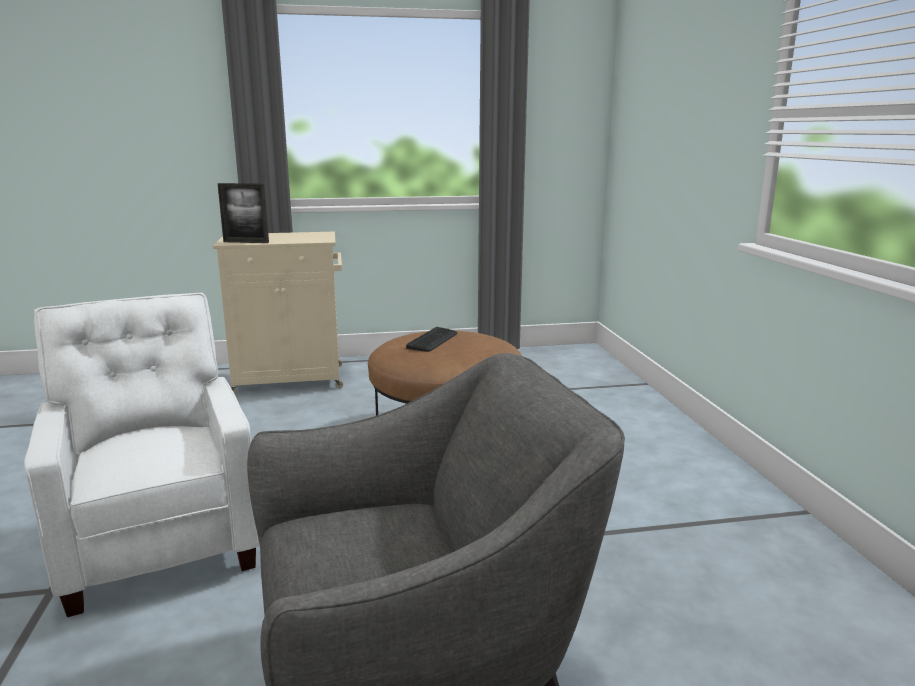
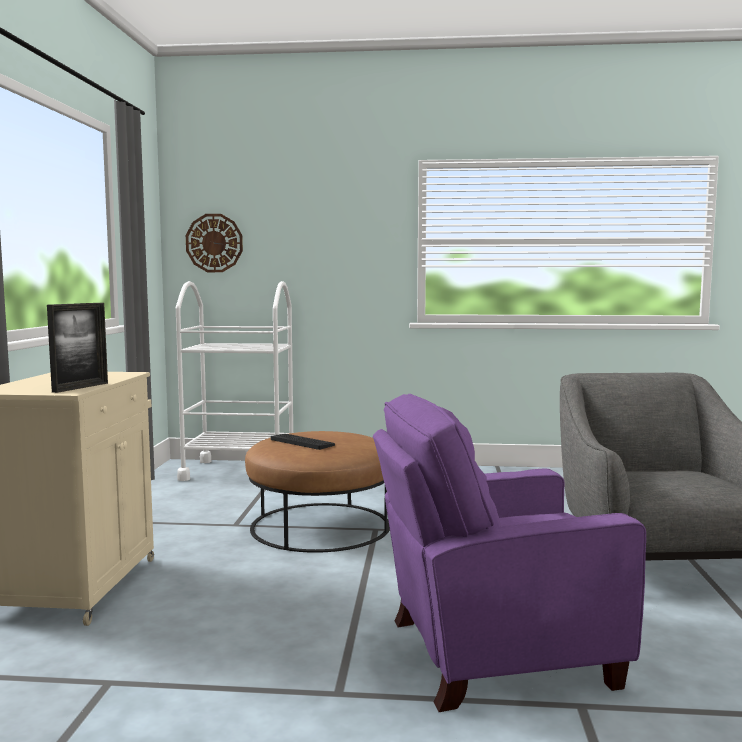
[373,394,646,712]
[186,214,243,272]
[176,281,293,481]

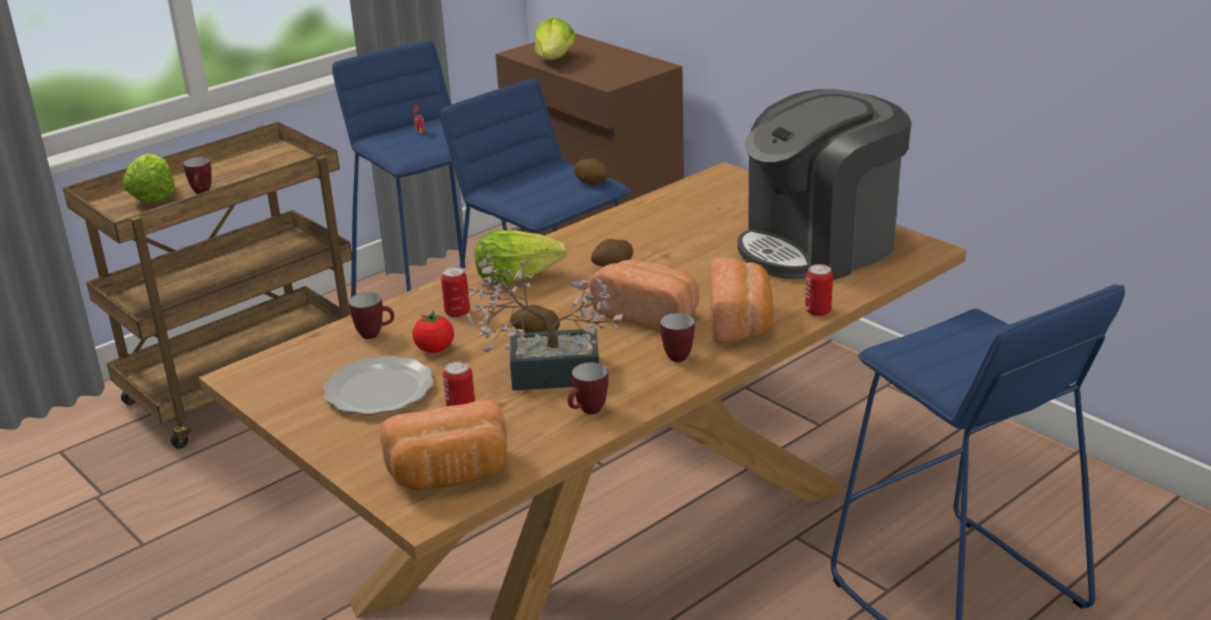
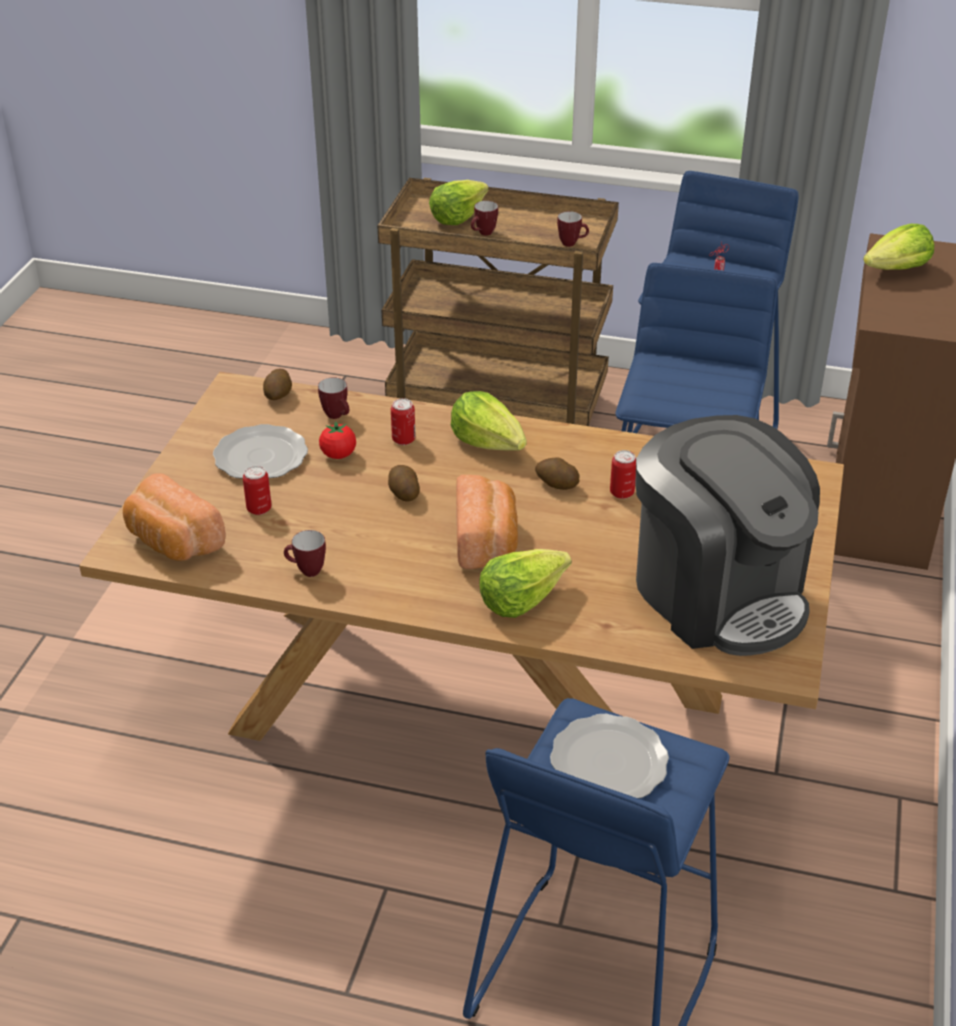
[635,415,820,656]
[263,369,292,400]
[467,253,623,391] (first image)
[479,549,572,618]
[610,450,636,499]
[557,211,589,247]
[550,714,669,798]

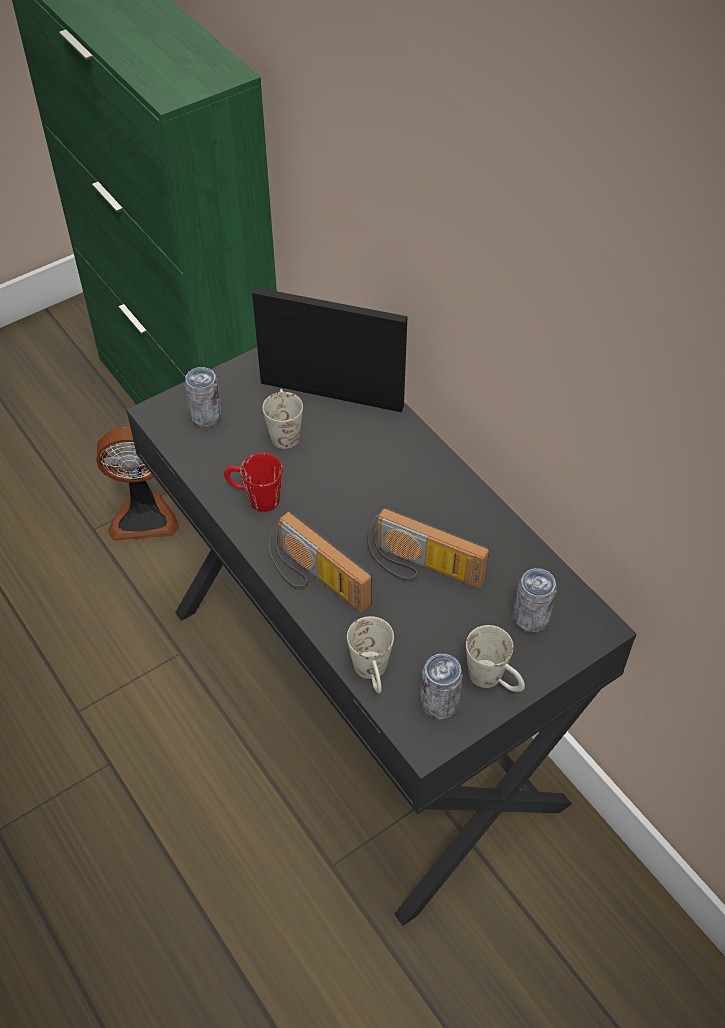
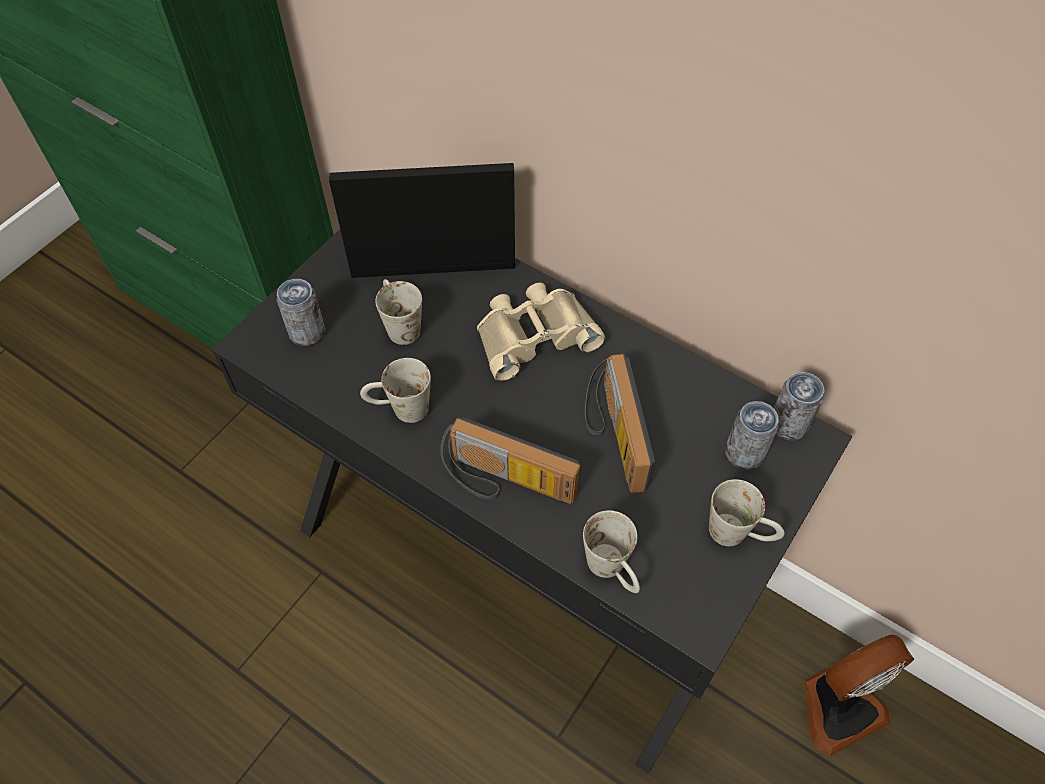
[804,635,914,756]
[360,358,431,423]
[585,354,655,493]
[774,372,825,440]
[477,283,605,381]

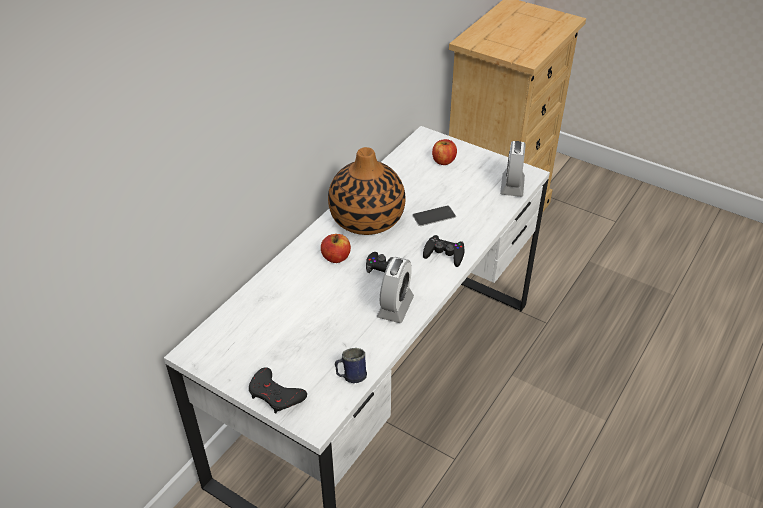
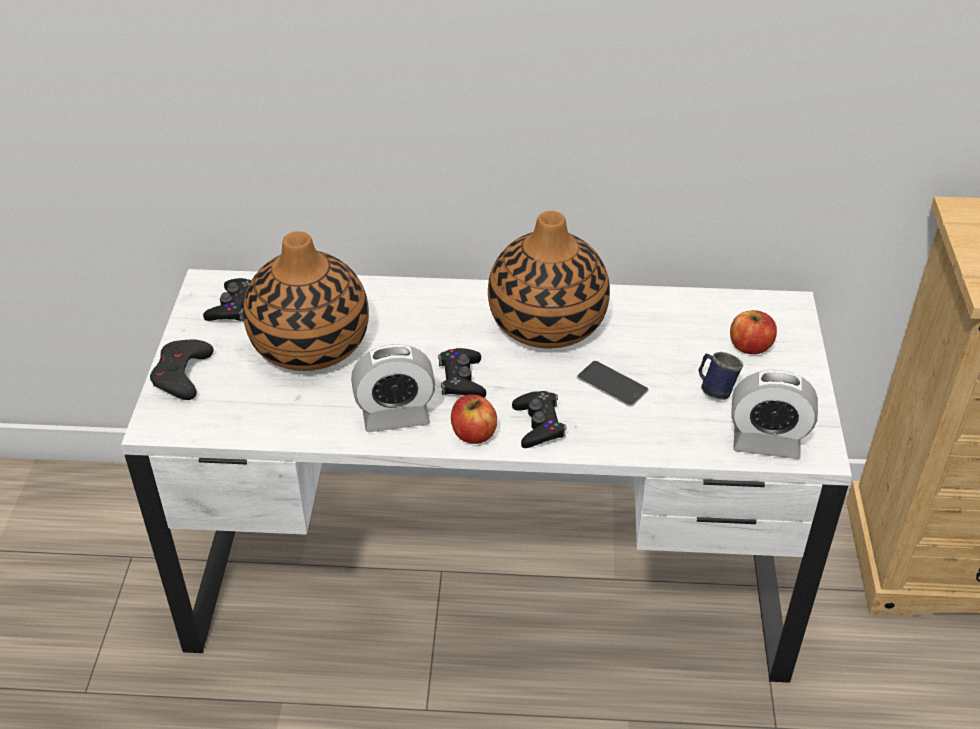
[731,370,818,459]
[451,395,497,444]
[698,352,743,400]
[243,231,369,371]
[203,278,251,321]

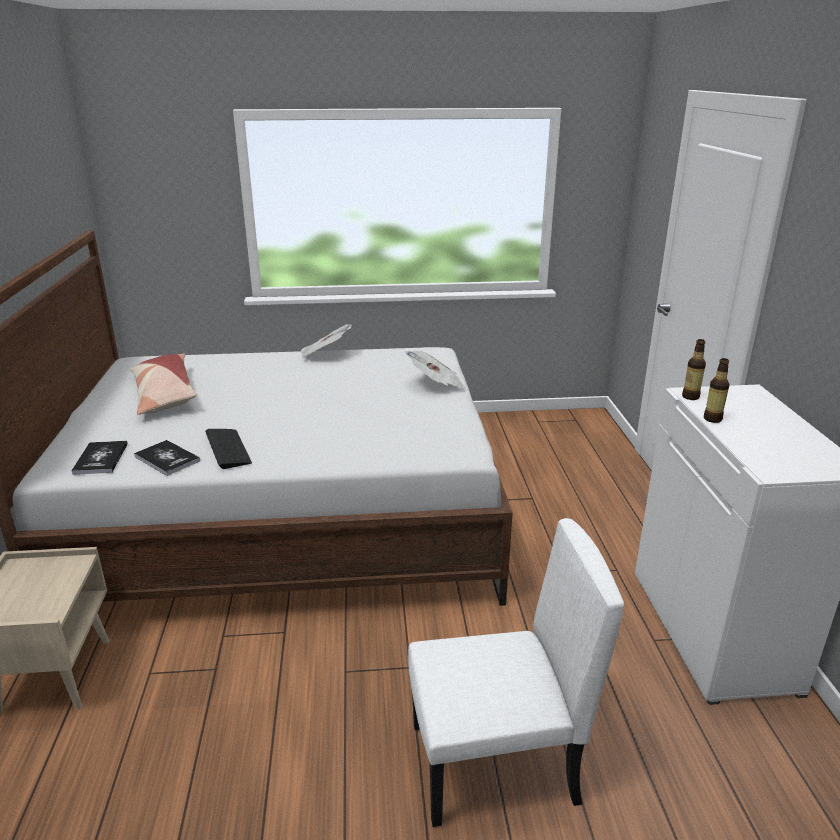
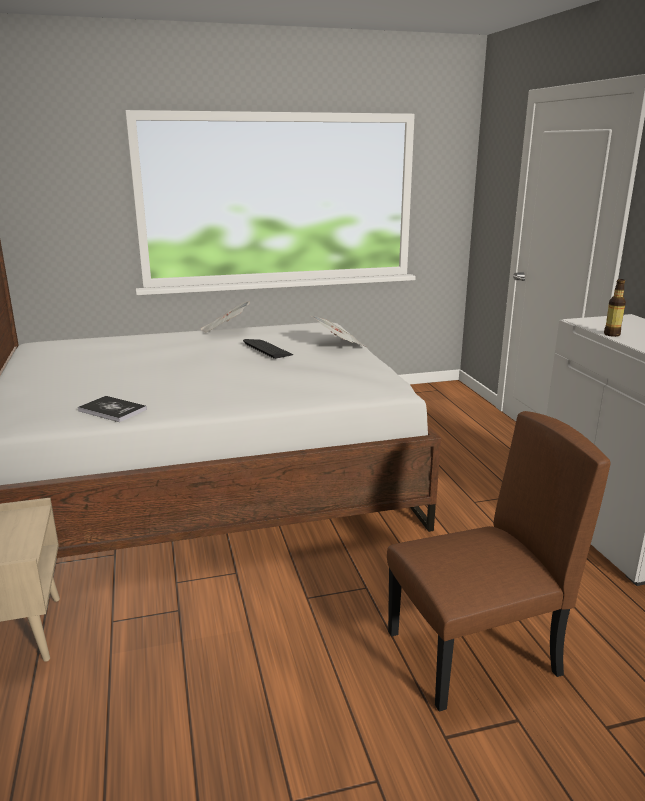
[682,339,706,400] (first image)
[130,354,197,415] (first image)
[243,339,294,359]
[71,441,128,475] (first image)
[387,411,611,712]

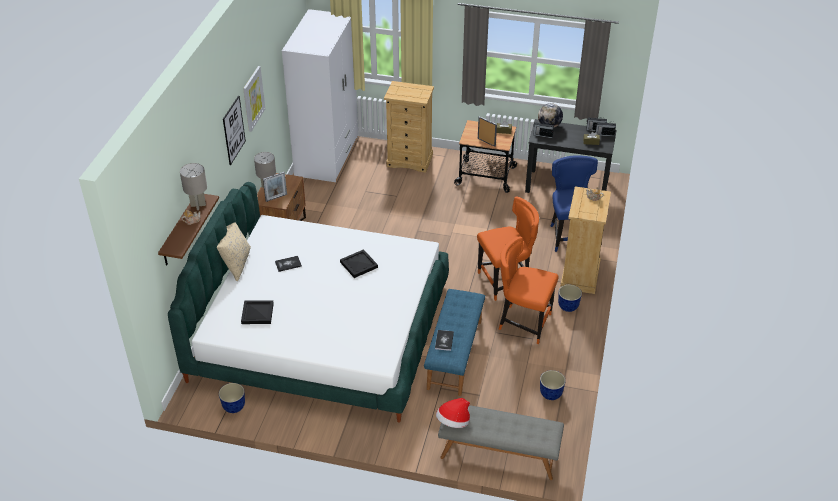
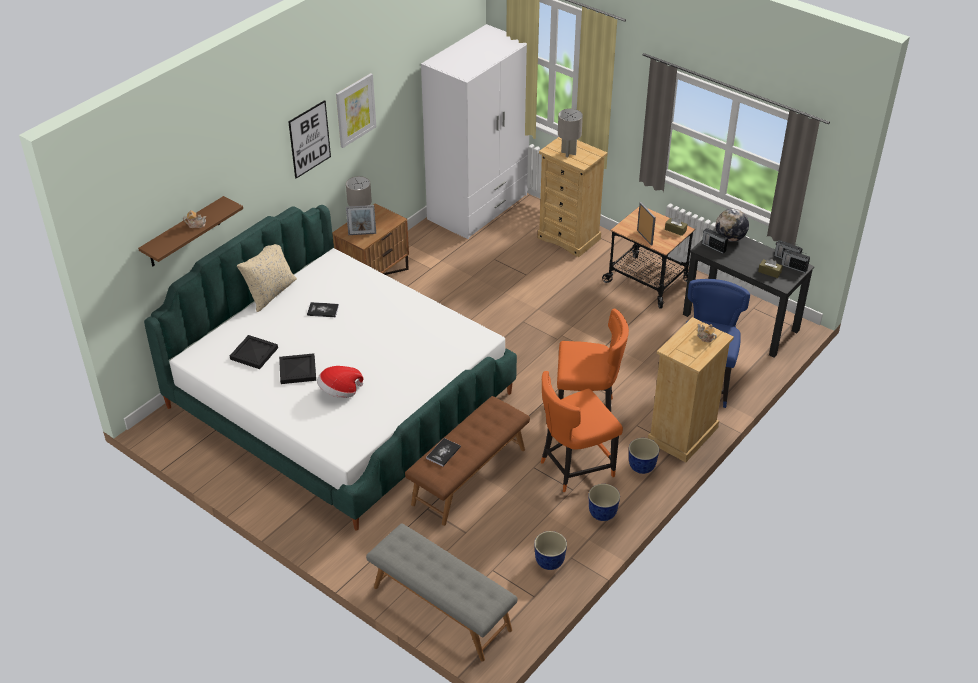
[558,109,583,157]
[541,371,623,492]
[279,353,316,384]
[405,396,530,526]
[589,484,620,521]
[317,366,363,398]

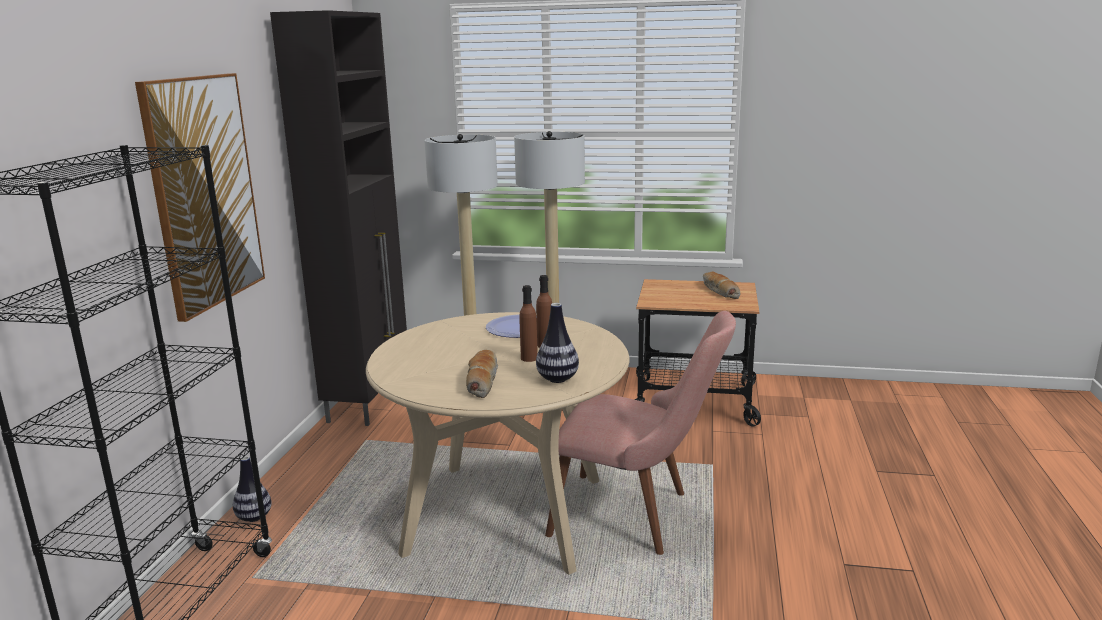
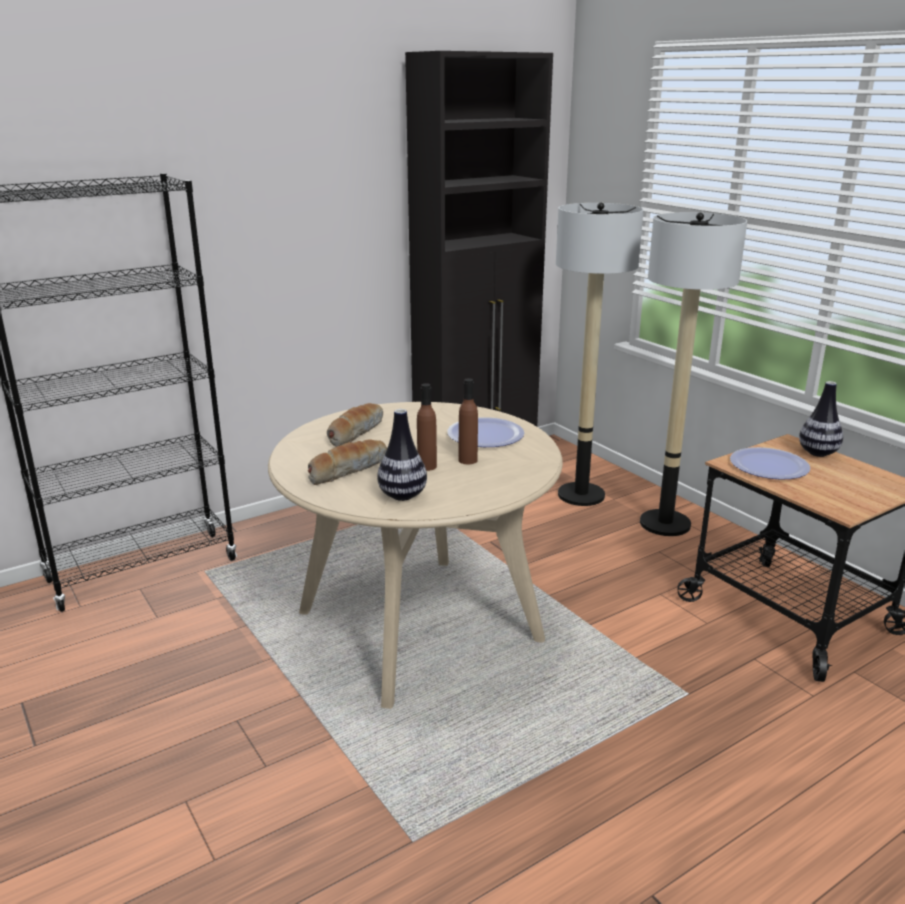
[135,73,265,322] (first image)
[327,403,383,447]
[545,311,736,555] (first image)
[799,381,843,457]
[730,447,810,479]

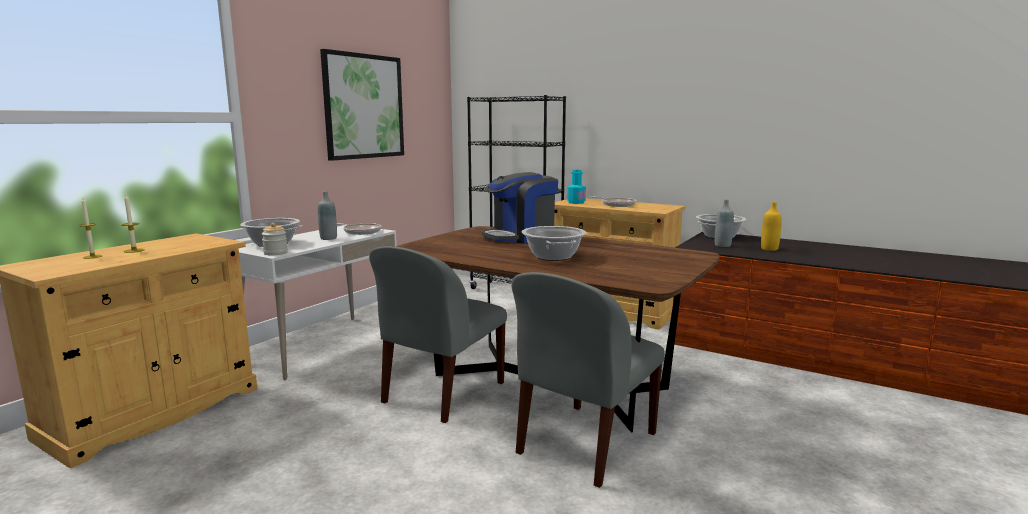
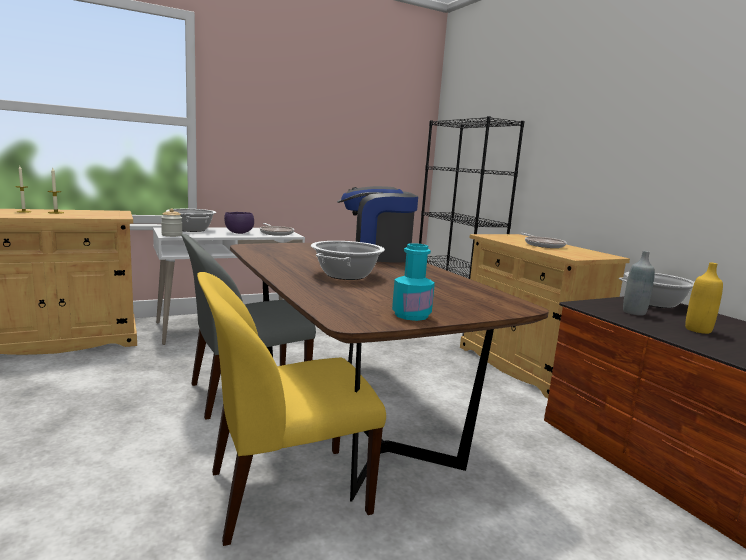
[320,49,404,161] (first image)
[392,243,435,321]
[224,212,254,234]
[197,272,386,546]

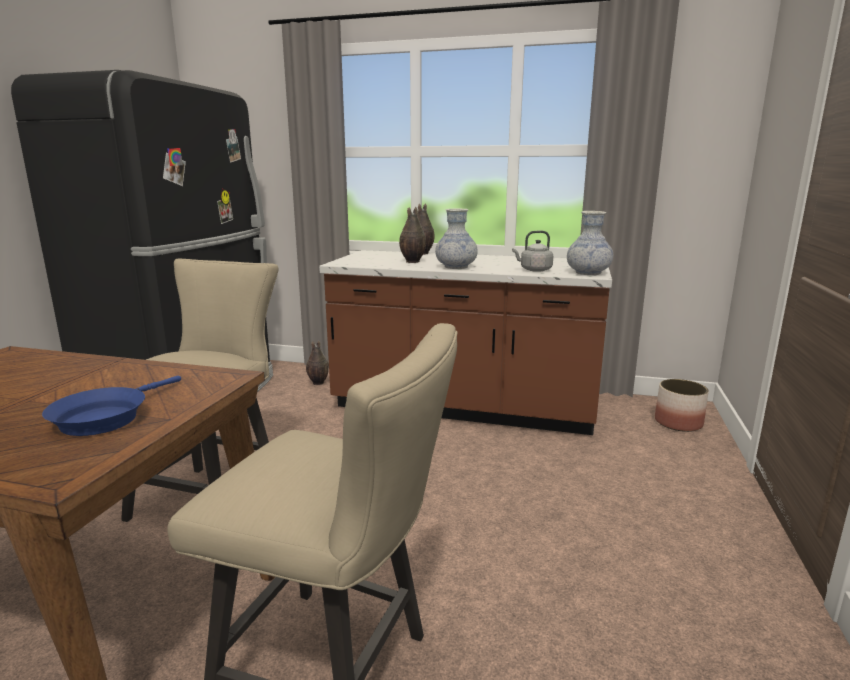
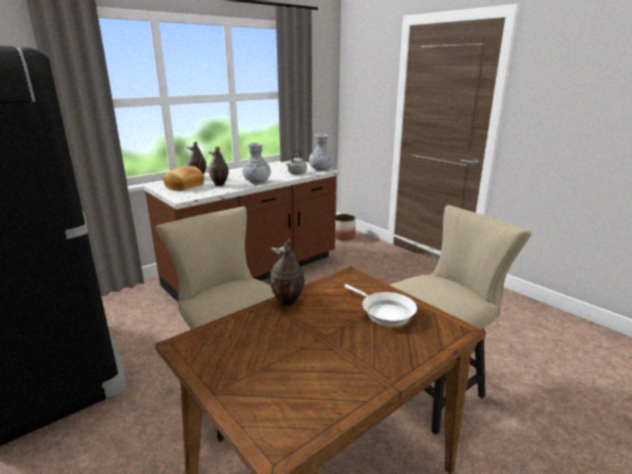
[270,238,304,307]
[344,284,417,327]
[163,166,204,191]

